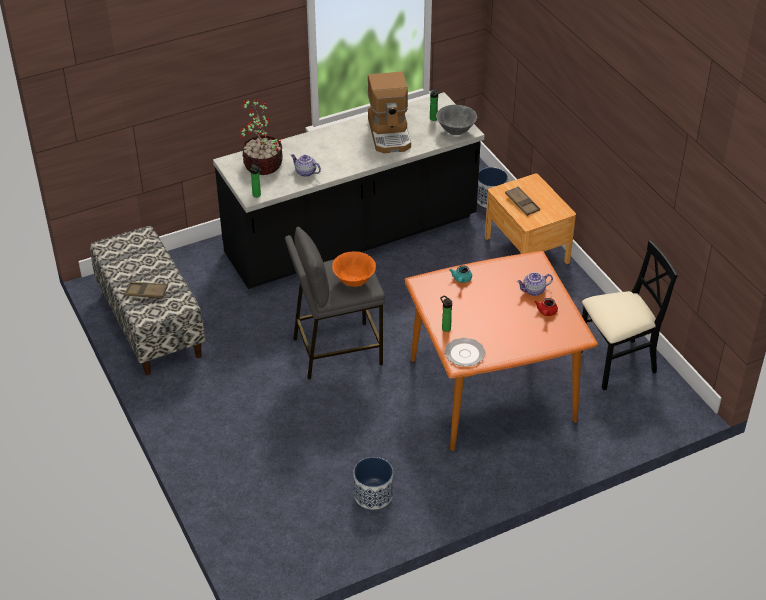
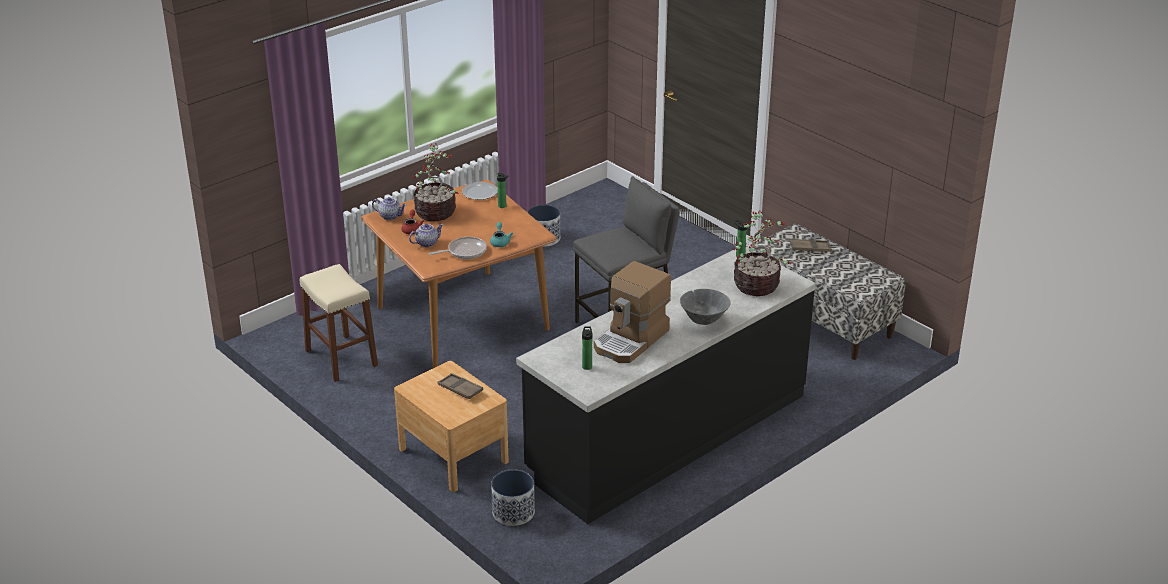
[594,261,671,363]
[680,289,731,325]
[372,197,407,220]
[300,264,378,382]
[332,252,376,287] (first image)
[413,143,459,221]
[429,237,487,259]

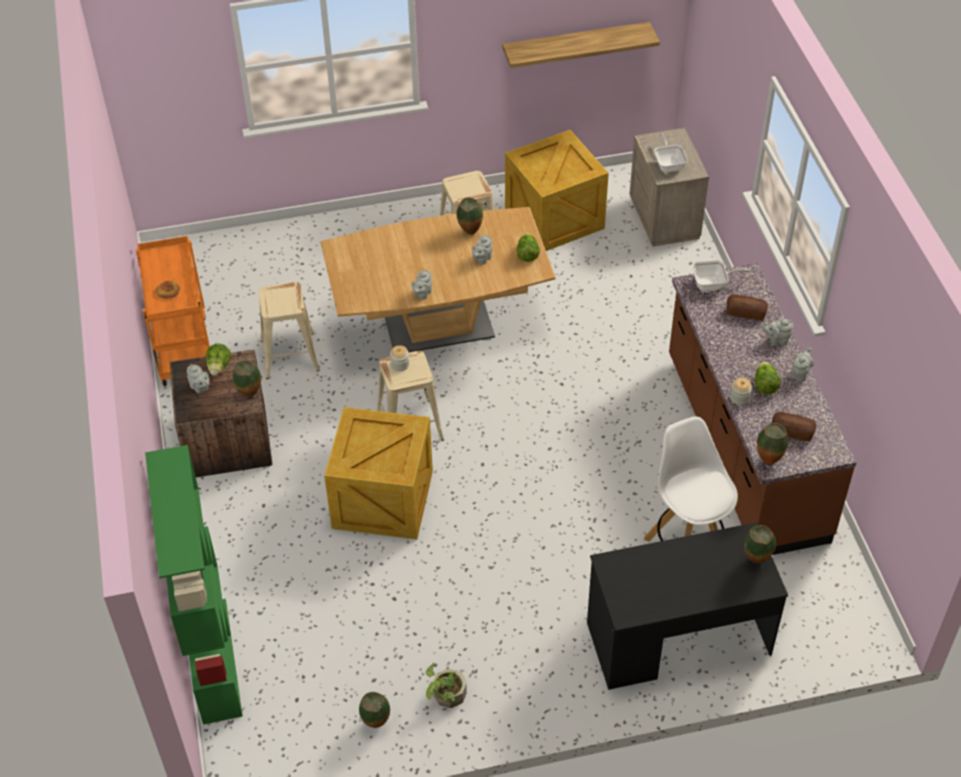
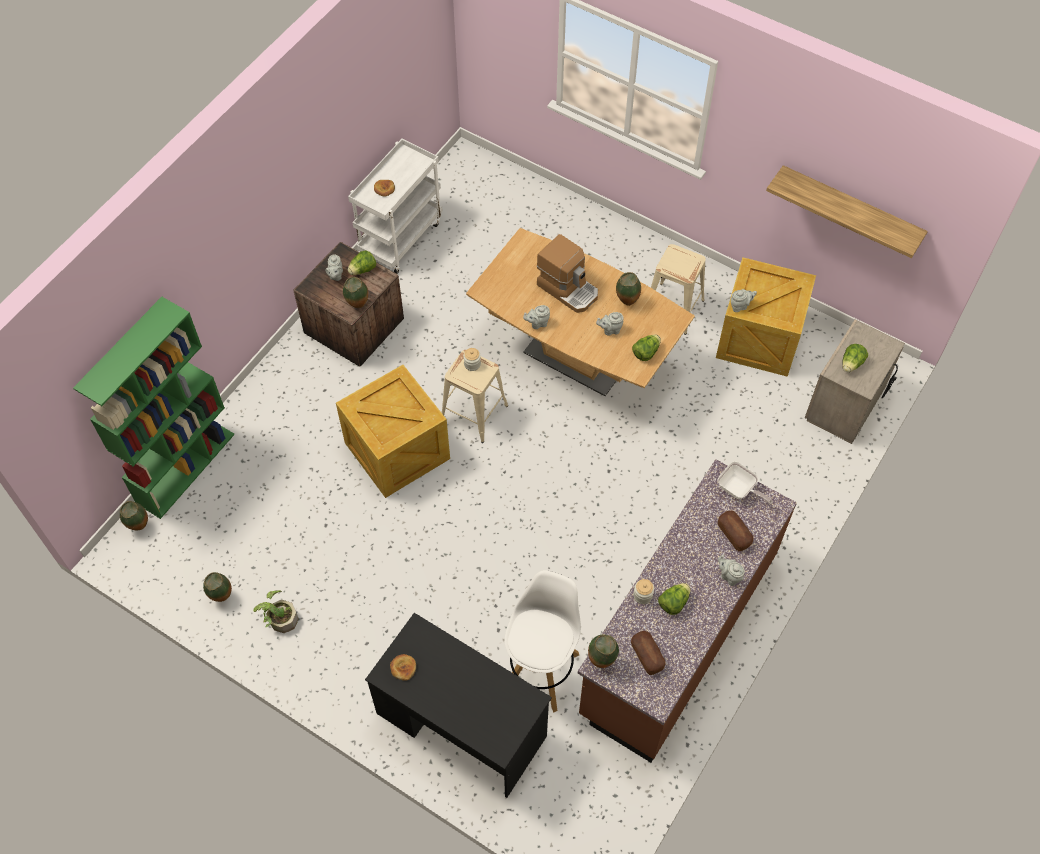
[842,344,868,372]
[348,139,443,274]
[258,282,320,379] (first image)
[731,289,757,312]
[120,501,148,530]
[537,234,598,313]
[390,654,416,681]

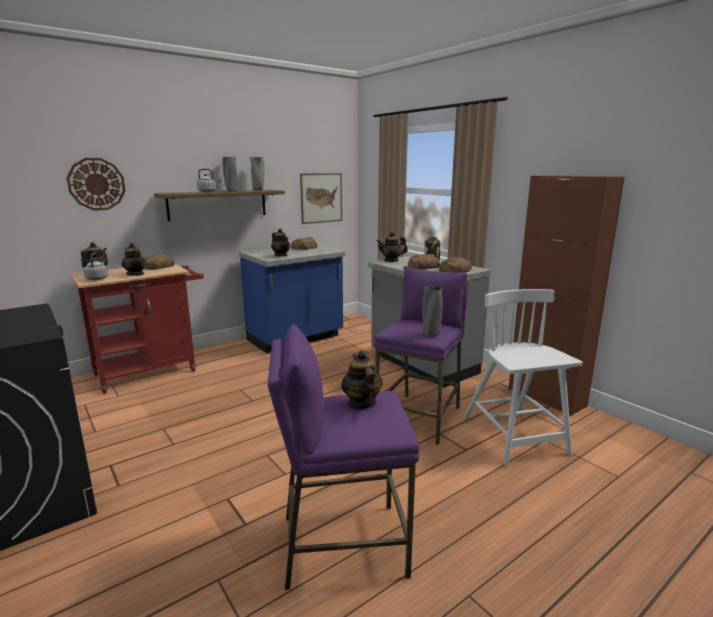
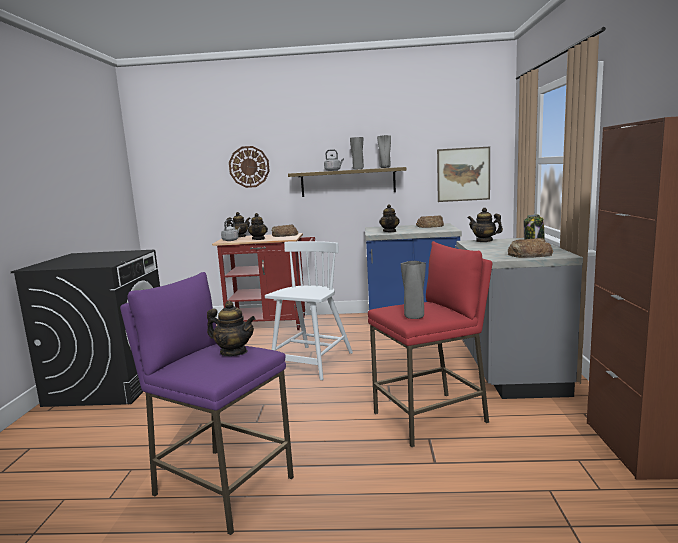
[408,254,441,269] (first image)
[368,241,492,447]
[265,241,353,380]
[207,301,255,356]

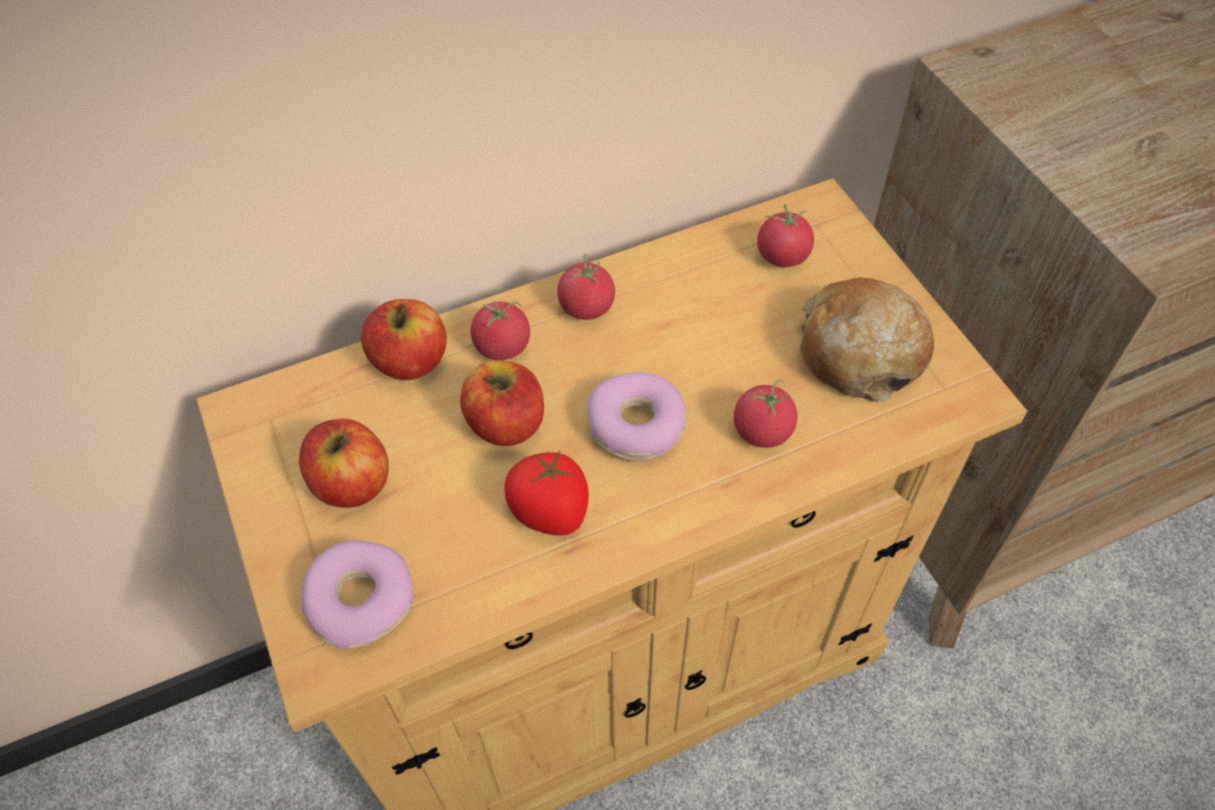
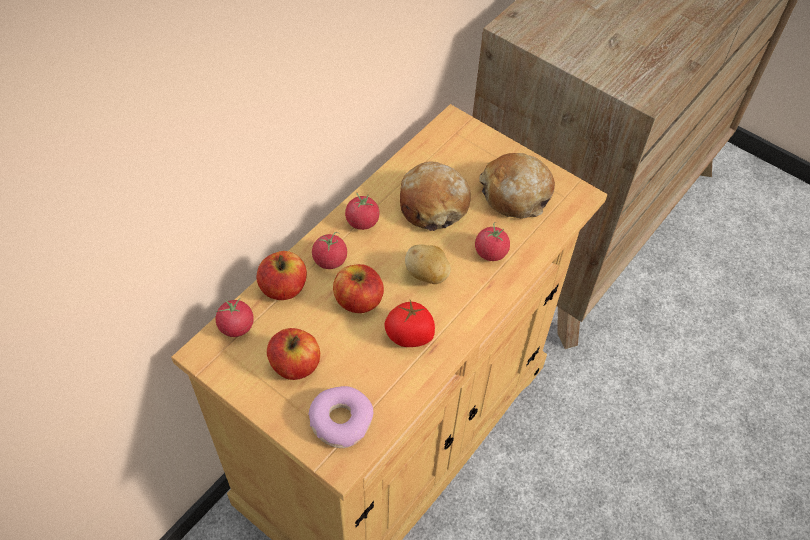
[216,298,254,337]
[405,244,451,284]
[400,161,471,231]

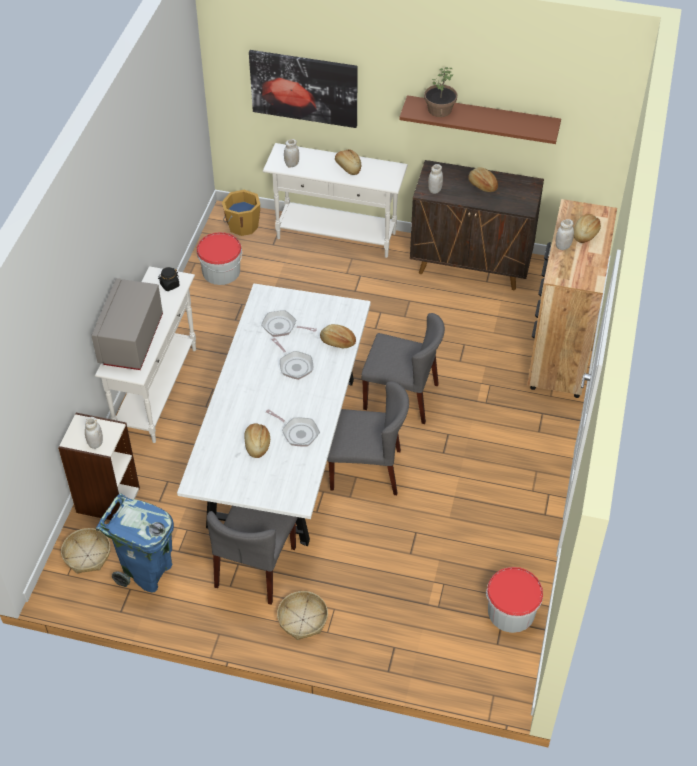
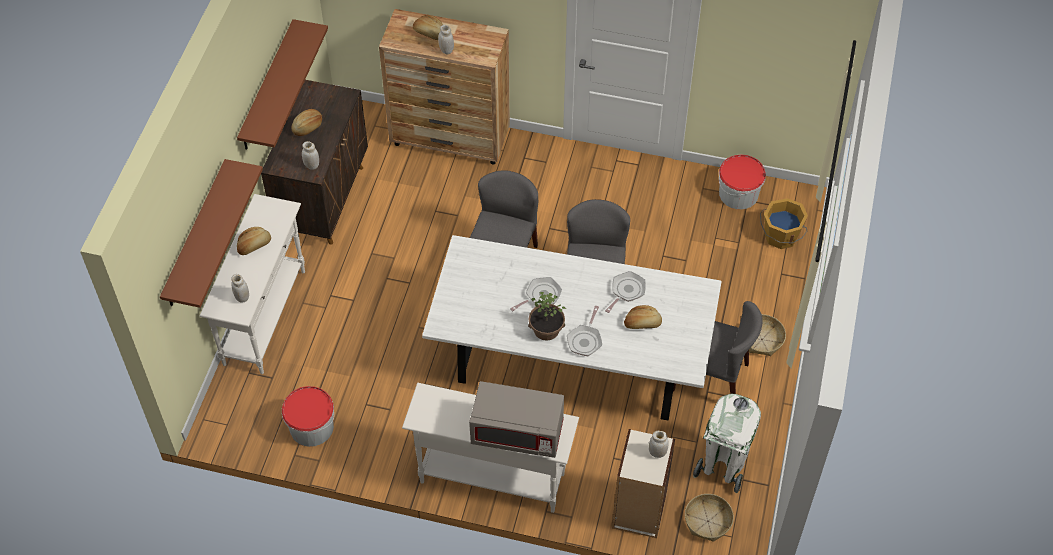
[160,159,263,308]
[528,292,566,341]
[760,198,808,249]
[158,267,180,291] (first image)
[567,306,602,356]
[320,324,356,349] (first image)
[693,394,761,493]

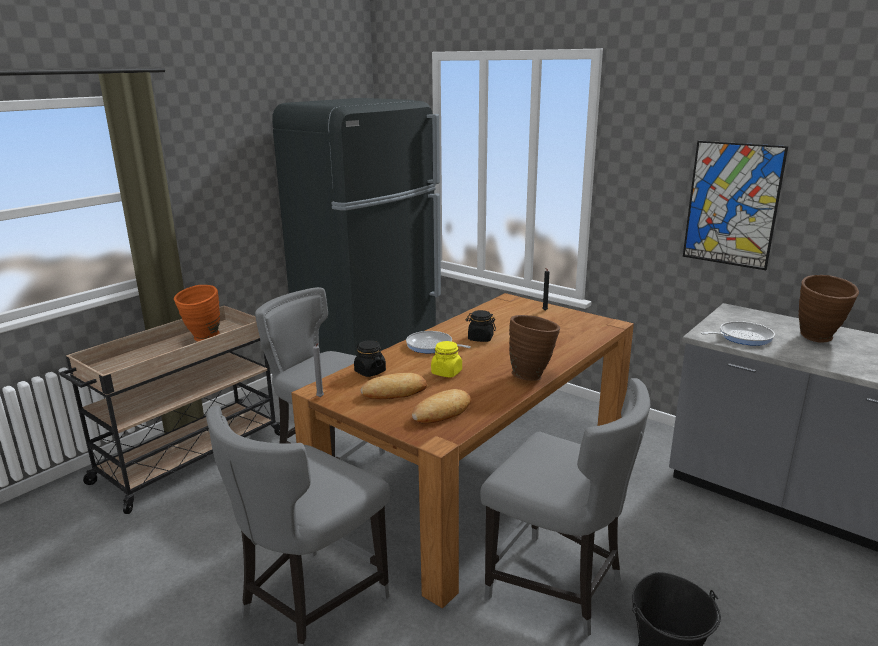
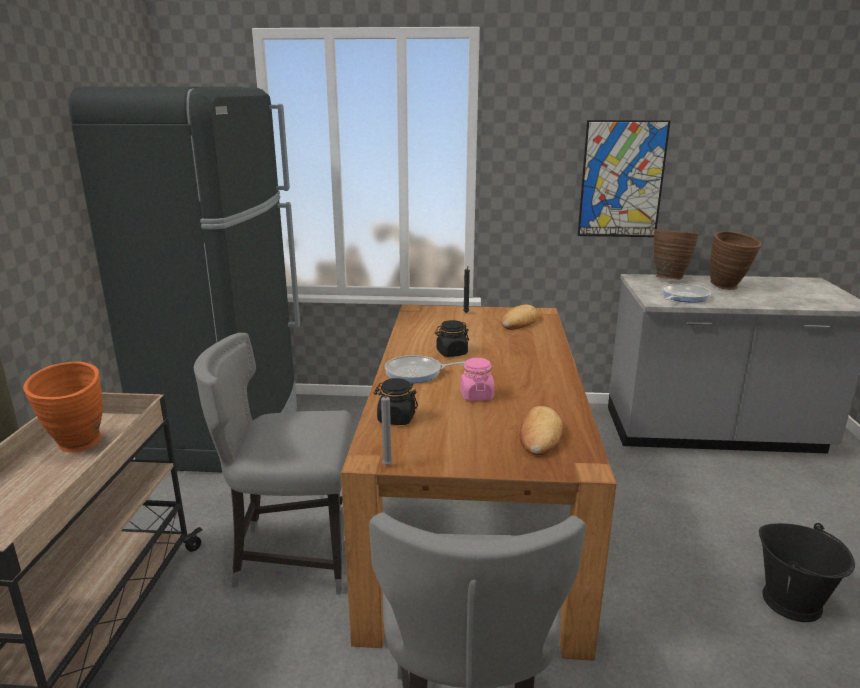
[654,229,699,280]
[460,358,494,401]
[501,305,538,329]
[480,378,650,637] (first image)

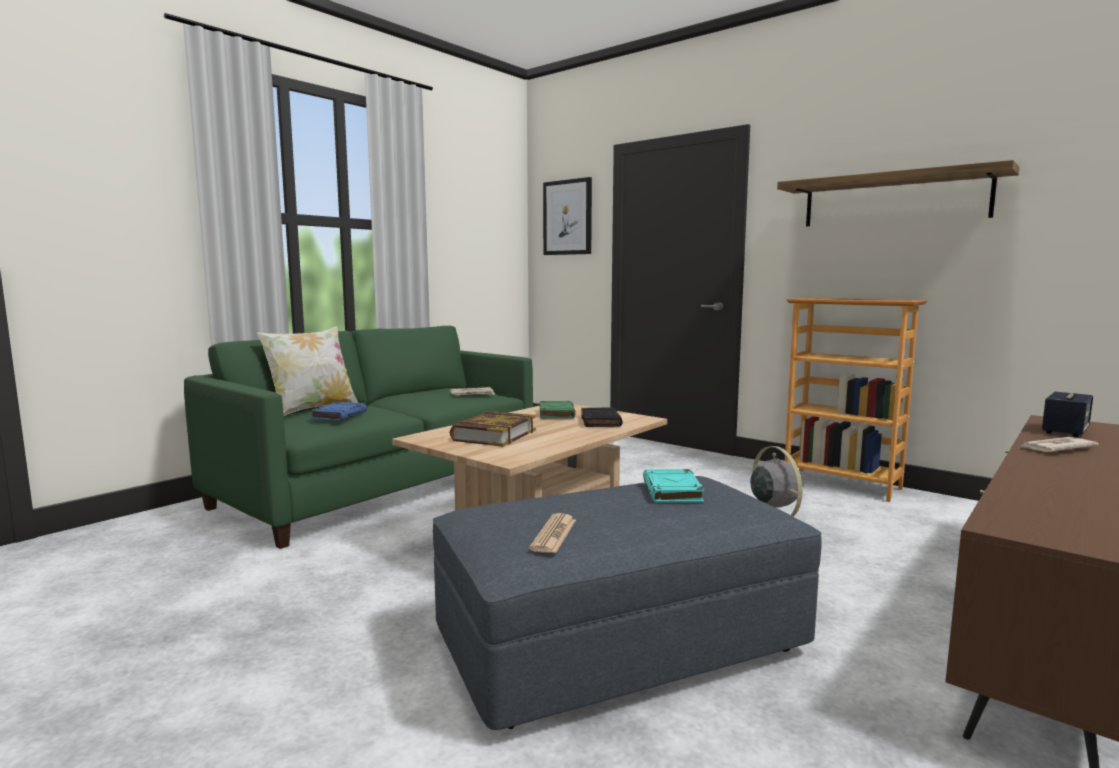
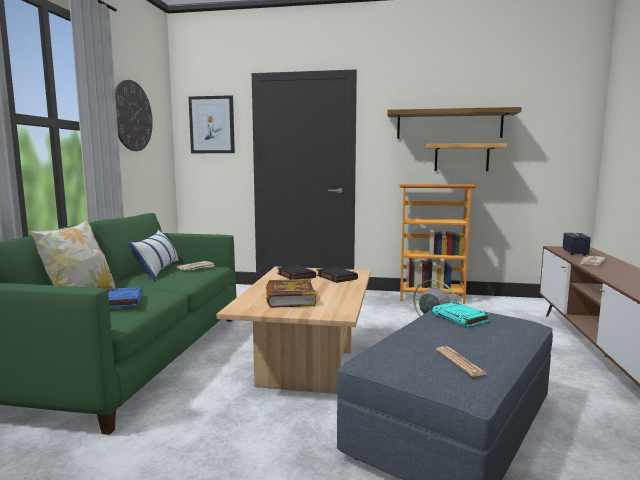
[277,265,316,279]
[115,80,153,151]
[426,143,507,171]
[128,230,179,281]

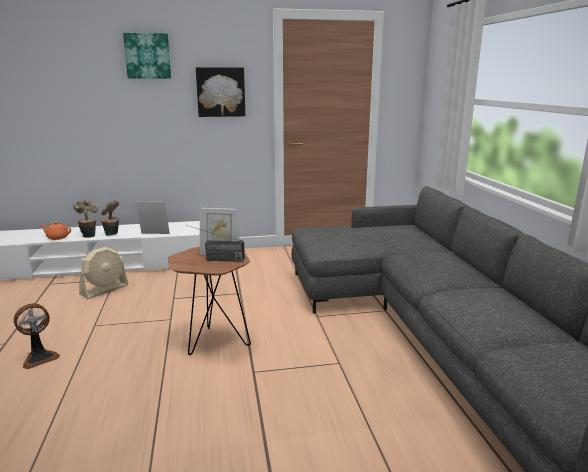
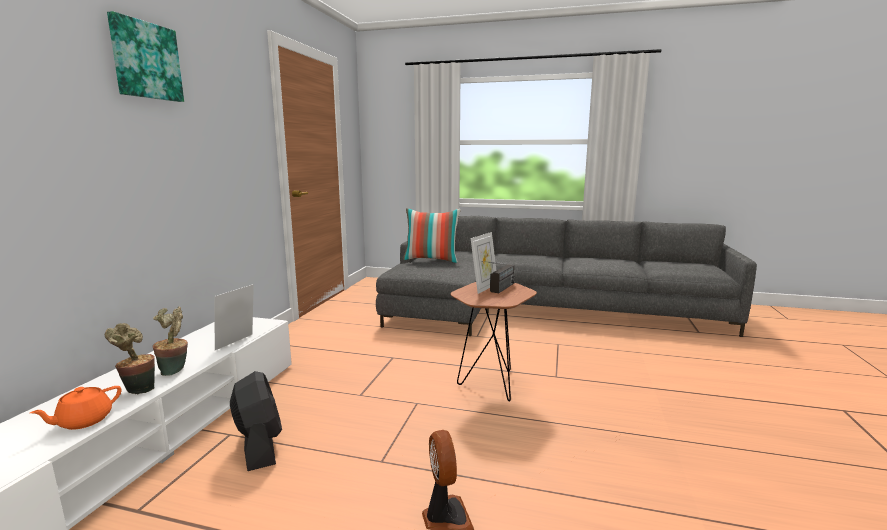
[196,67,245,117] (first image)
[230,371,282,471]
[403,208,461,263]

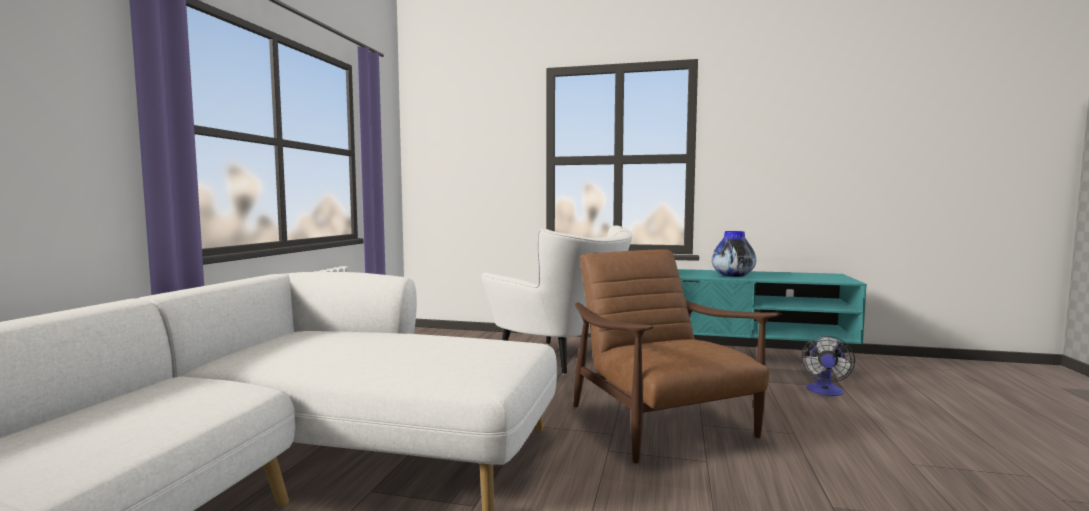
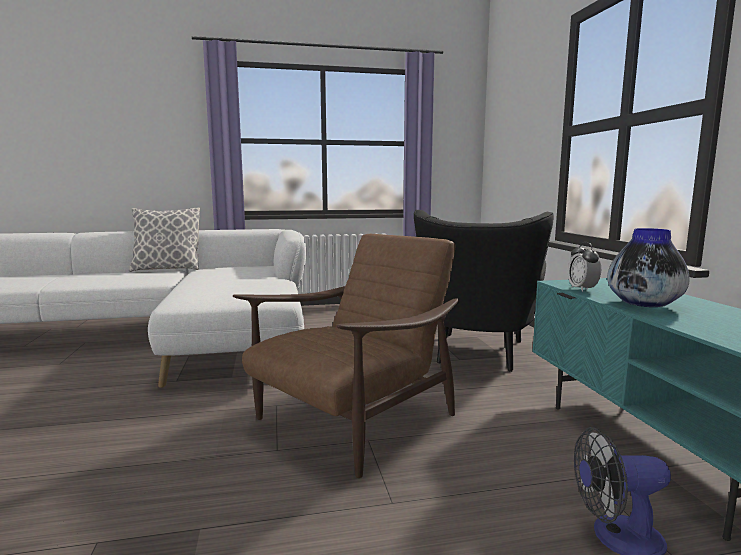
[414,210,554,372]
[129,207,200,272]
[568,242,601,292]

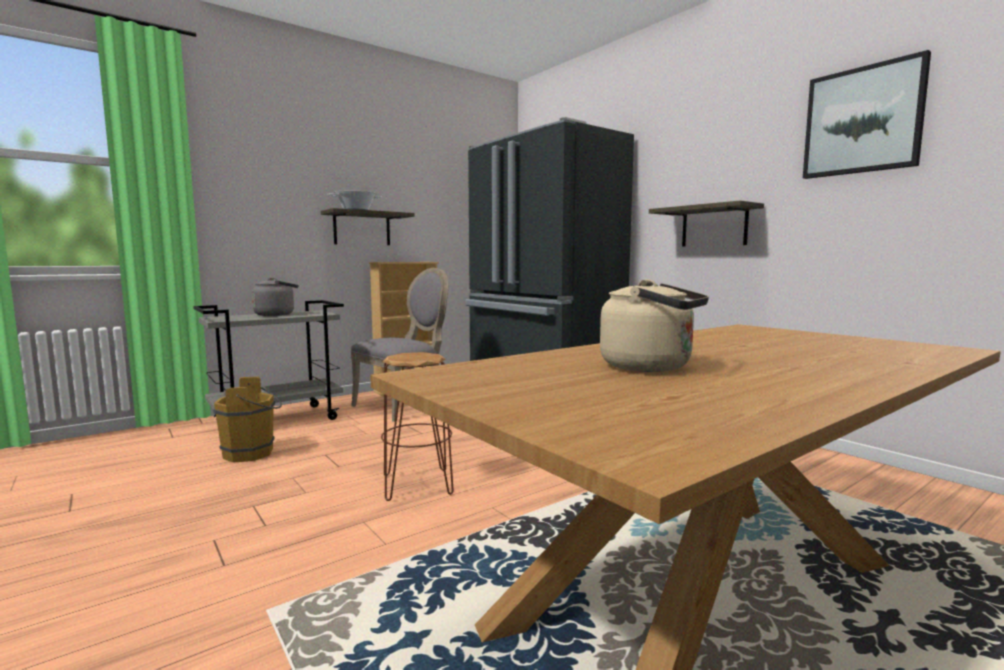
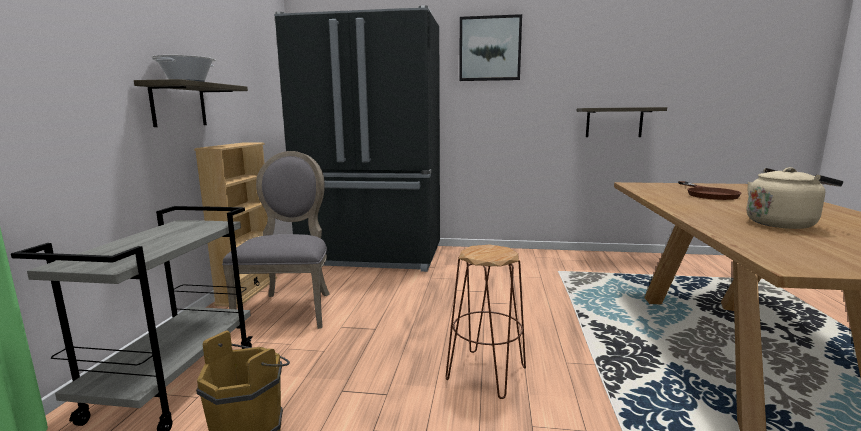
[459,14,522,81]
[576,107,667,137]
[252,277,299,316] (first image)
[678,181,741,200]

